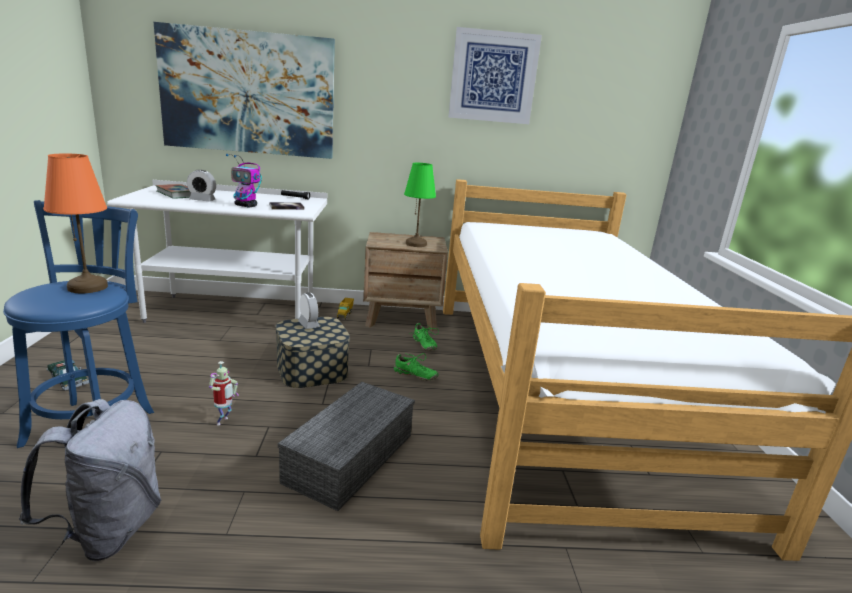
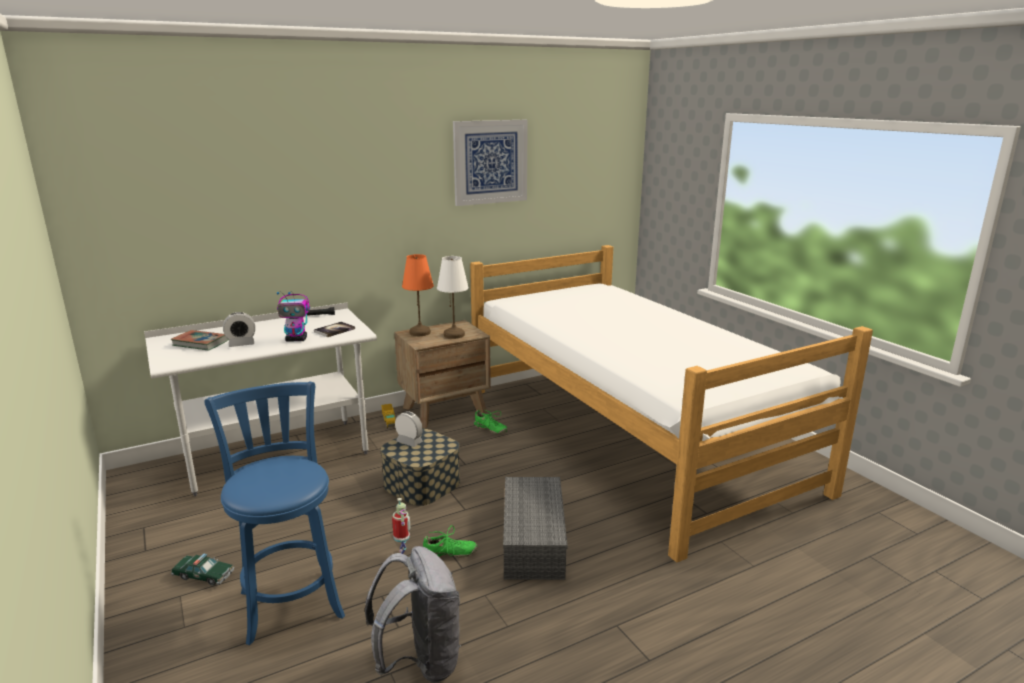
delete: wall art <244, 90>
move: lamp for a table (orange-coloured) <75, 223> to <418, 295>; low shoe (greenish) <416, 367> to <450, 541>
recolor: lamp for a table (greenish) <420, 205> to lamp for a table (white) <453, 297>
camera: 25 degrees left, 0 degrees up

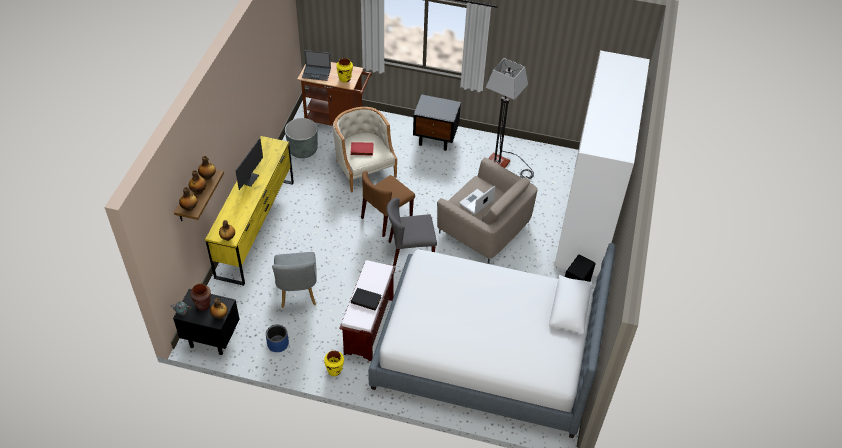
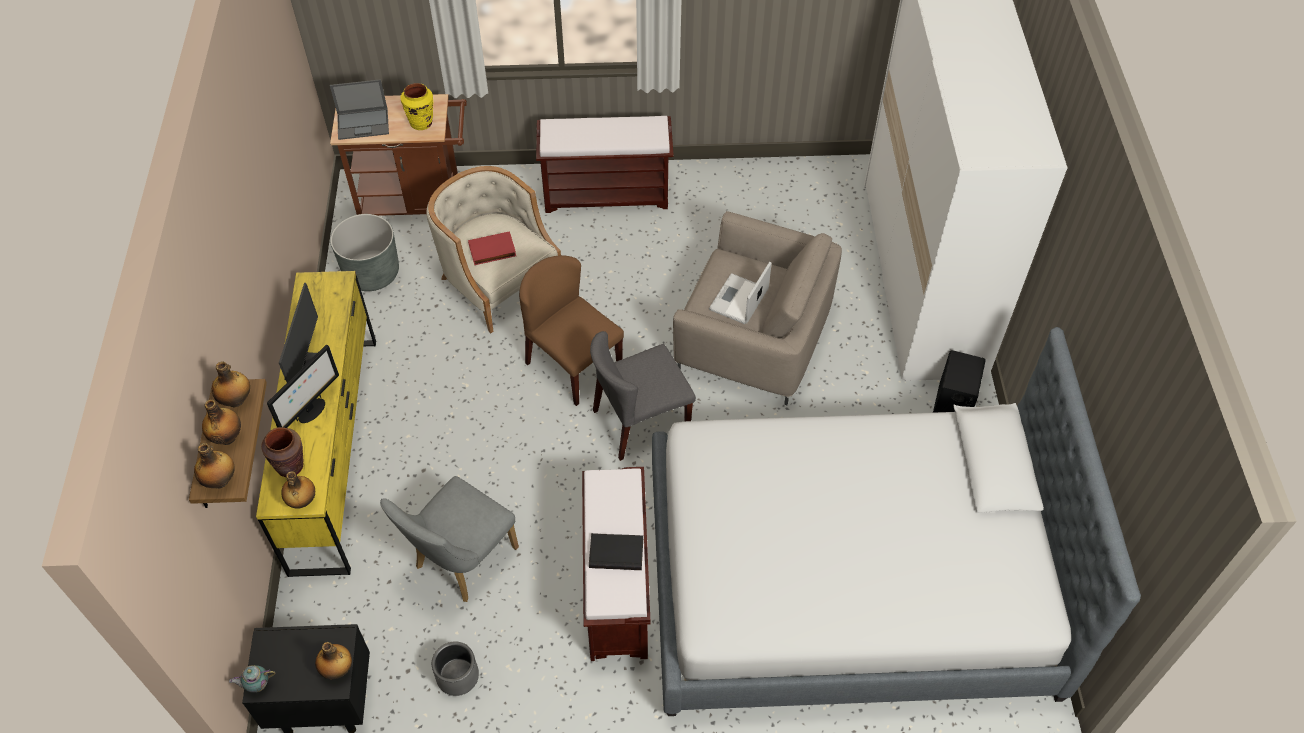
delete: flower vase (yellowish) <334, 363>; standard lamp <510, 118>
insert: monitor <303, 386>
move: flower vase (brownish) <200, 297> to <282, 452>
replace: nightstand (black-coloured) <437, 122> to bench (brownish) <605, 164>
recolor: planter (blue-coloured) <277, 338> to planter (gray) <455, 668>
rotate: chair (gray) <294, 280> = <449, 539> 60 degrees clockwise; chair (brownish) <388, 204> = <571, 330> 105 degrees clockwise
camera: 15 degrees left, 5 degrees up

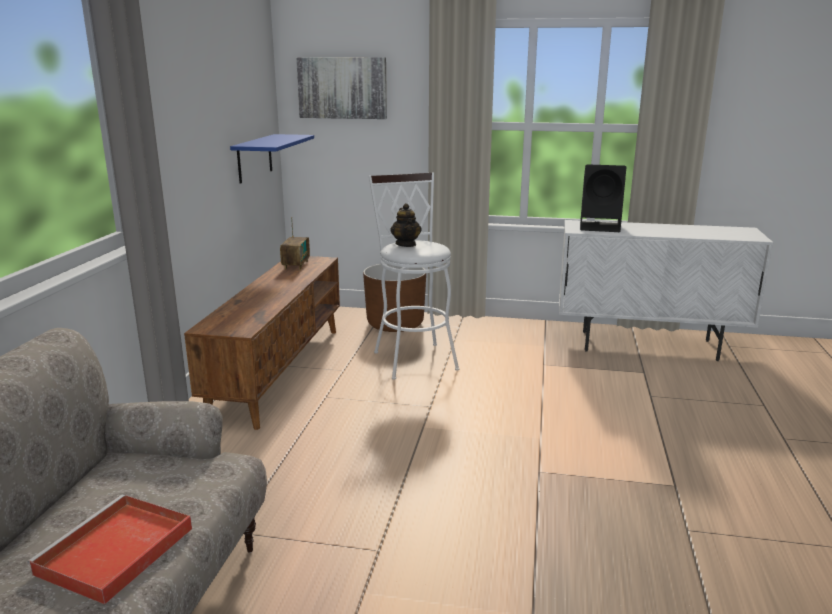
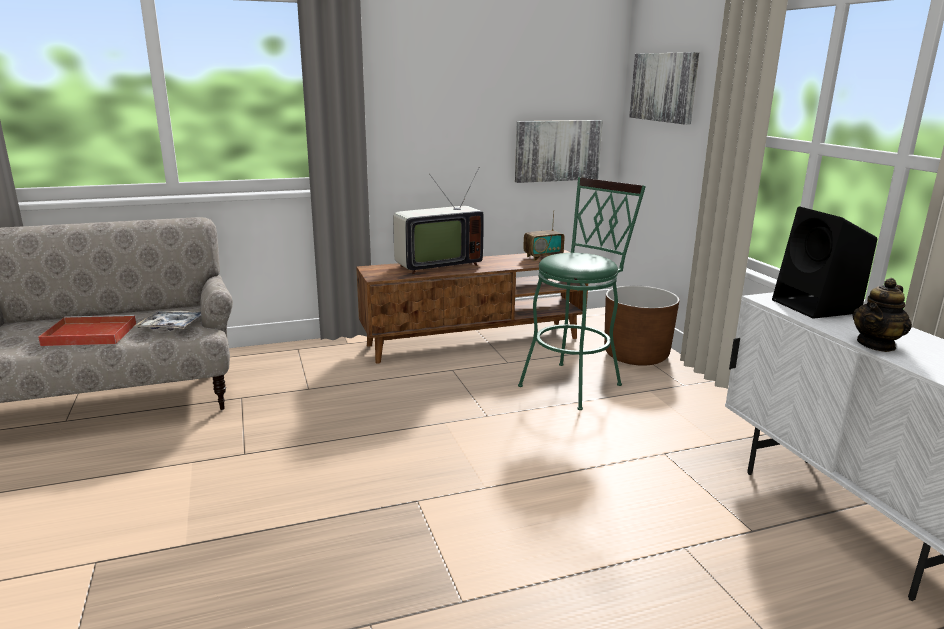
insert: tray <167, 321>; TV <438, 221>
move: teapot <406, 225> to <882, 315>
replace: bracket shelf (blue-coloured) <272, 159> to wall art <559, 151>
recolor: sitting stool (white) <414, 276> to sitting stool (greenish) <582, 293>
camera: 60 degrees right, 0 degrees up

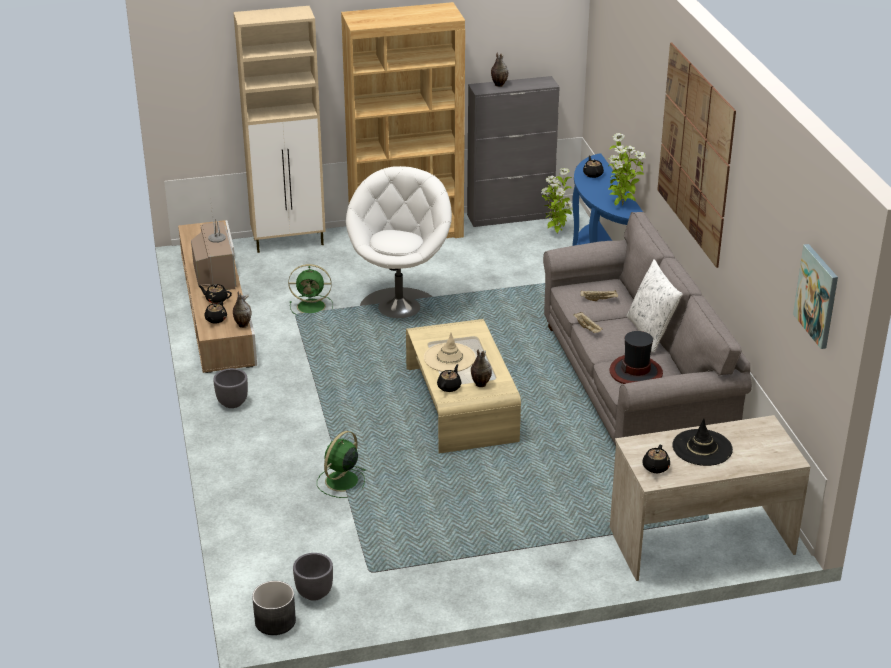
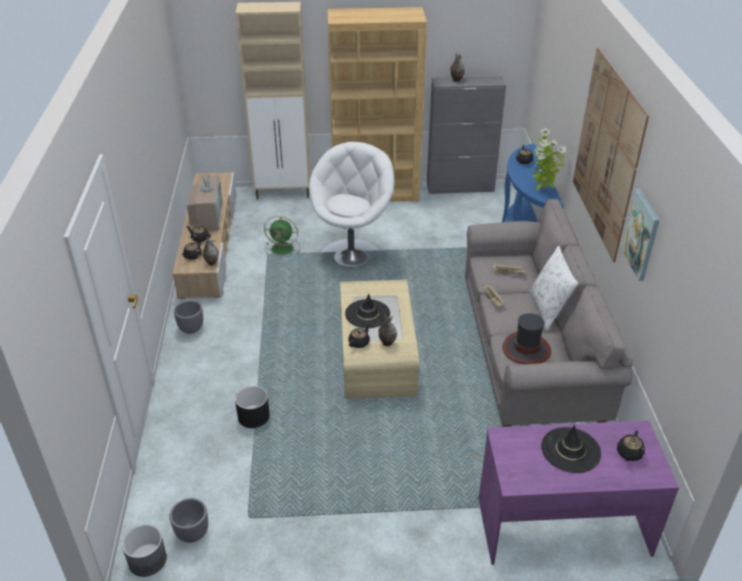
delete: potted plant <557, 201>
move: teapot (black-coloured) <656, 459> to <631, 446>; wall art <815, 296> to <640, 234>
replace: electric fan (greenish) <341, 464> to planter (black-coloured) <252, 407>
recolor: clothing hat (beige-coloured) <450, 352> to clothing hat (black-coloured) <367, 310>; desk table (beige-coloured) <710, 498> to desk table (purple-coloured) <579, 492>
camera: 10 degrees right, 5 degrees up

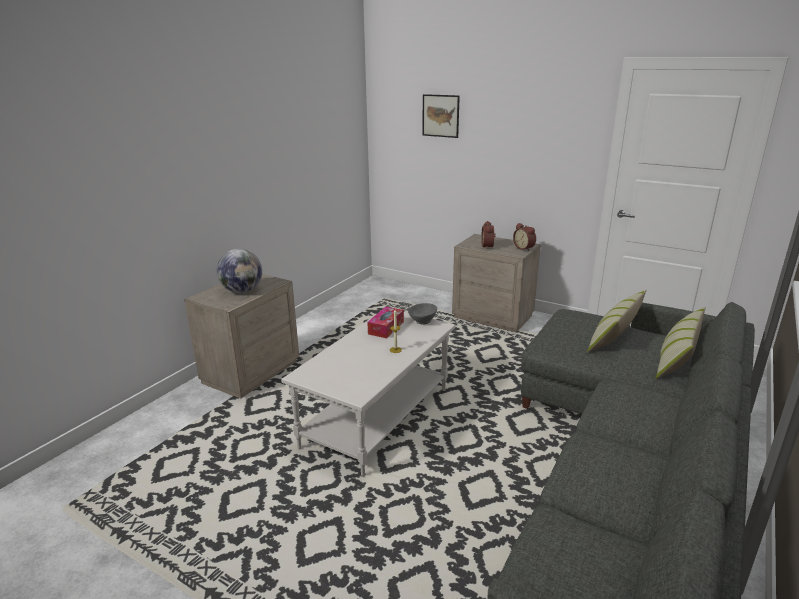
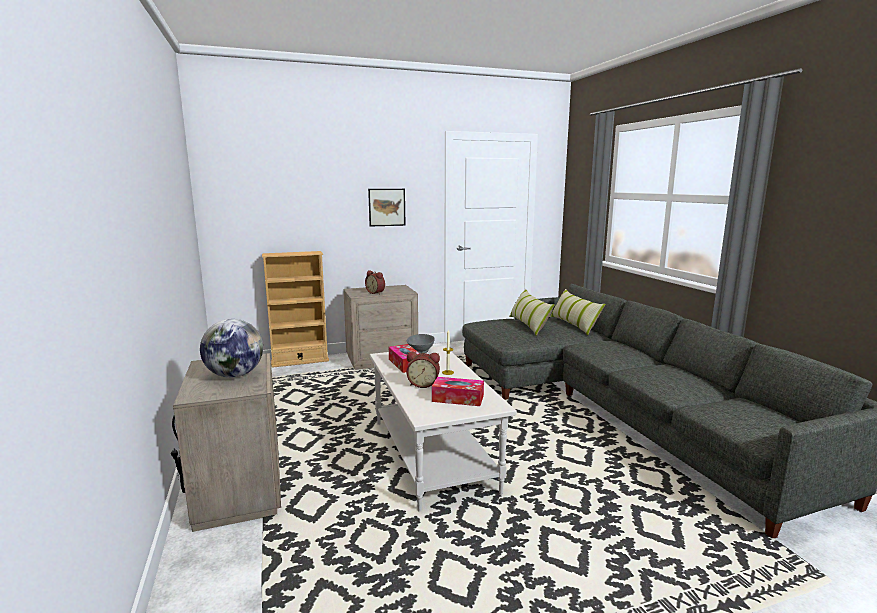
insert: bookcase (beige-coloured) <295, 309>; box of tissues <458, 391>
move: wall art <441, 116> to <386, 208>; table clock <524, 237> to <423, 370>
camera: 50 degrees left, 10 degrees down

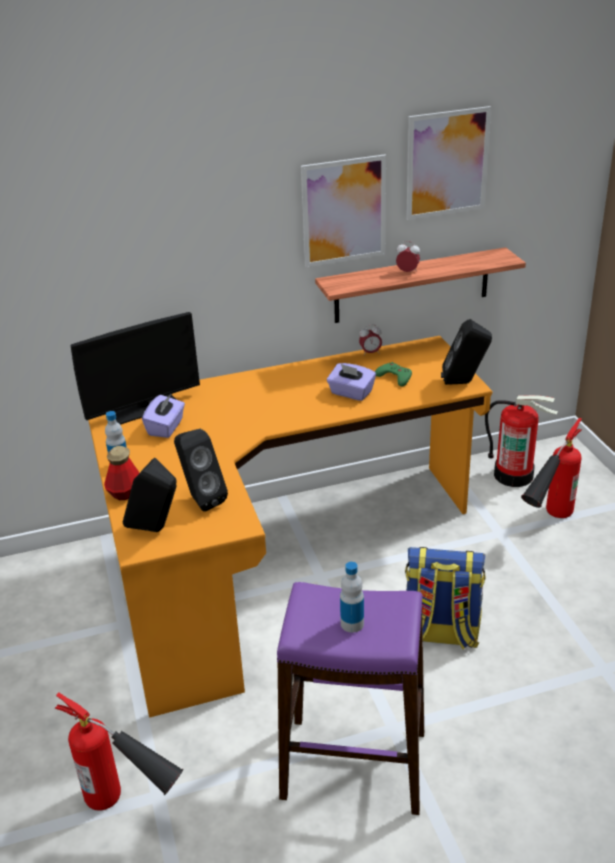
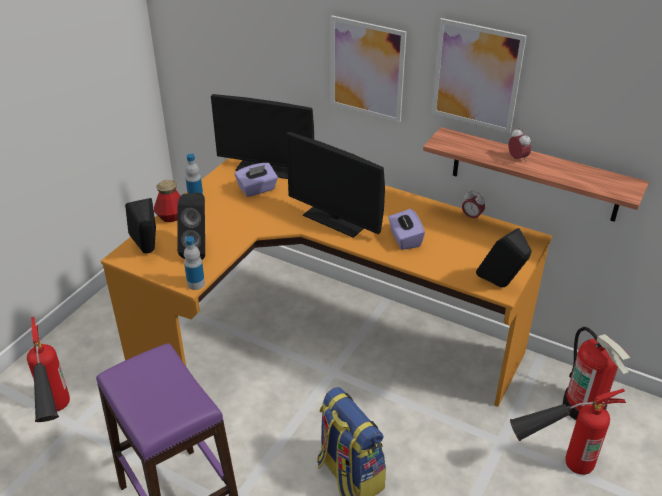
delete: gamepad (greenish) <393, 374>
insert: monitor <335, 185>
move: bottle <352, 597> to <194, 263>; wall art <448, 163> to <369, 69>
camera: 45 degrees right, 5 degrees up

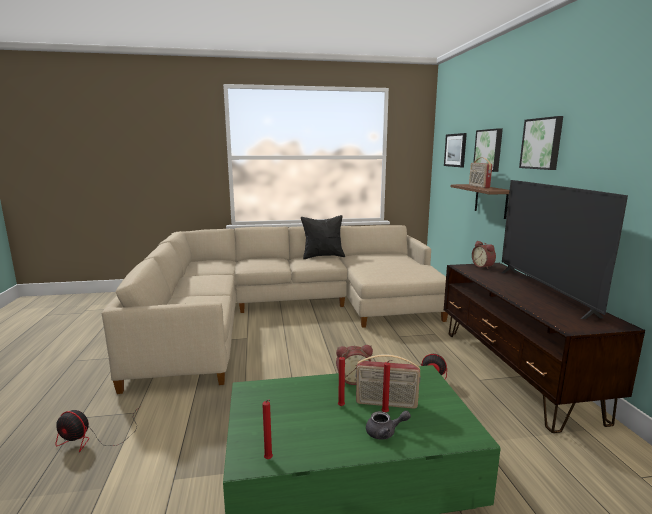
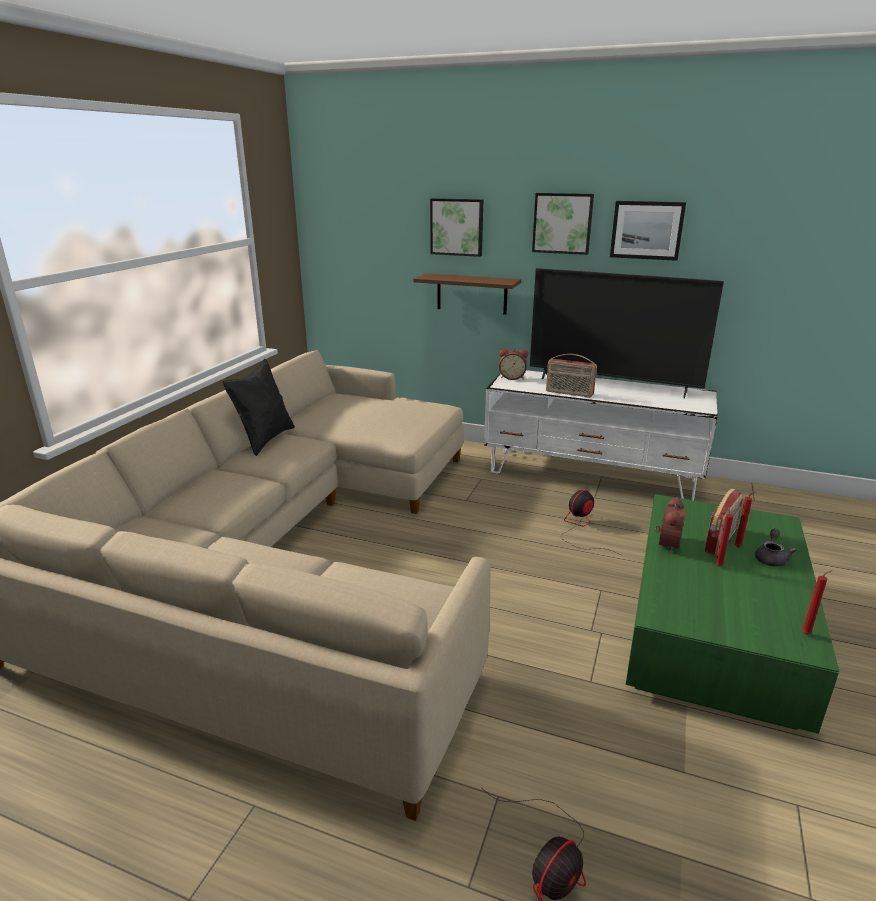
move: wall art <455, 150> to <648, 231>; radio receiver <480, 172> to <571, 375>
recolor: media console (brownish) <544, 348> to media console (white) <600, 435>
camera: 60 degrees left, 10 degrees up

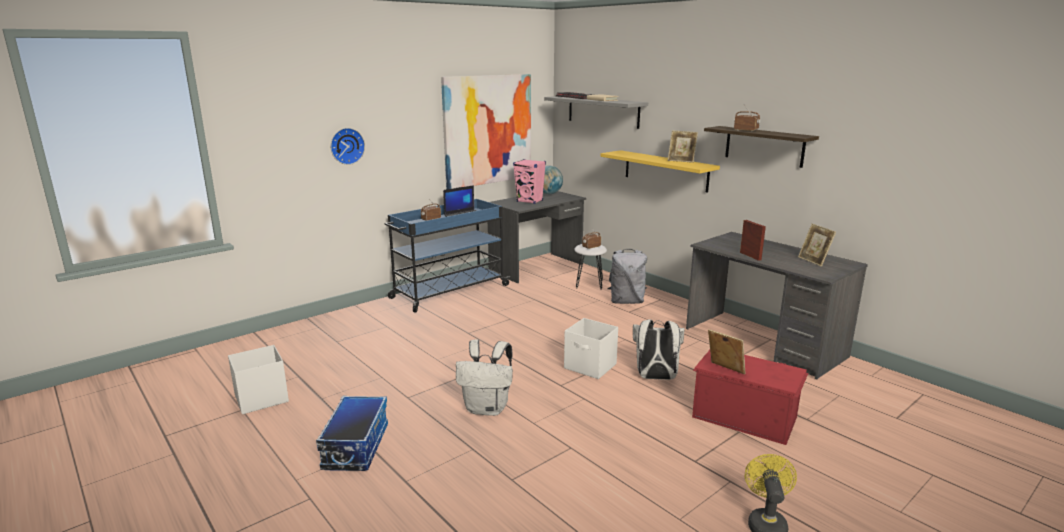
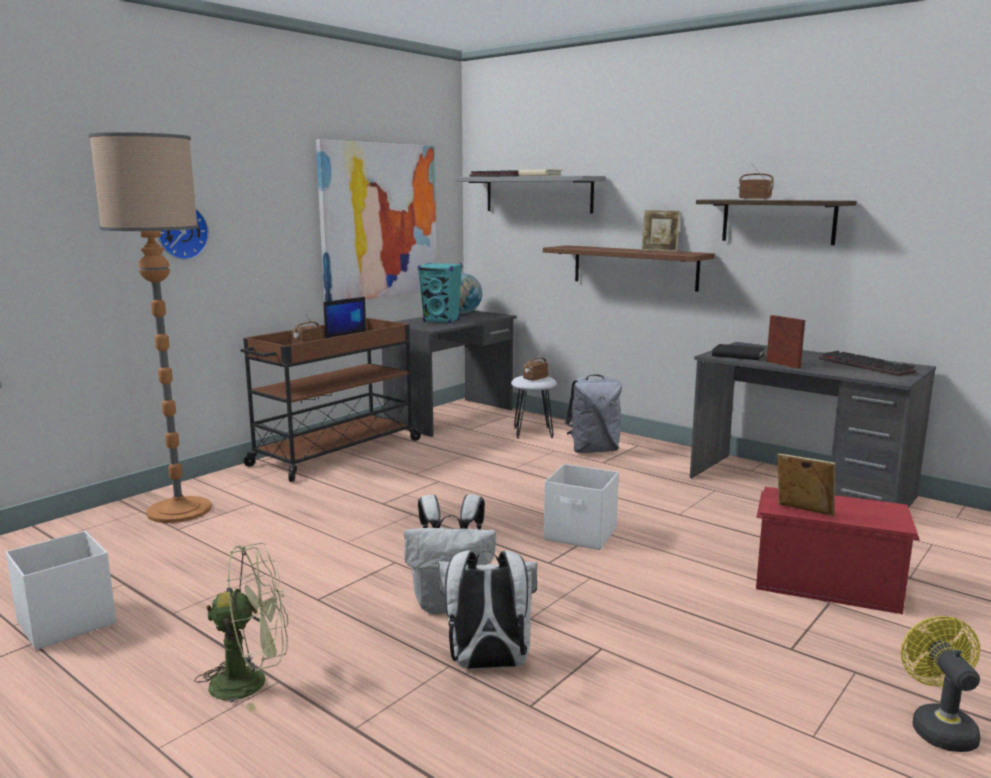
insert: standard lamp <150, 327>; volume (black-coloured) <738, 352>
move: knapsack (white) <659, 349> to <487, 609>
replace: storage bin <352, 433> to electric fan (greenish) <241, 627>; picture frame <817, 245> to PC keyboard <867, 363>
recolor: cart (blue-coloured) <447, 256> to cart (brownish) <331, 400>; loudspeaker (pinkish) <529, 181> to loudspeaker (turquoise) <440, 293>; bracket shelf (yellowish) <660, 171> to bracket shelf (brownish) <629, 268>
camera: 10 degrees left, 5 degrees down

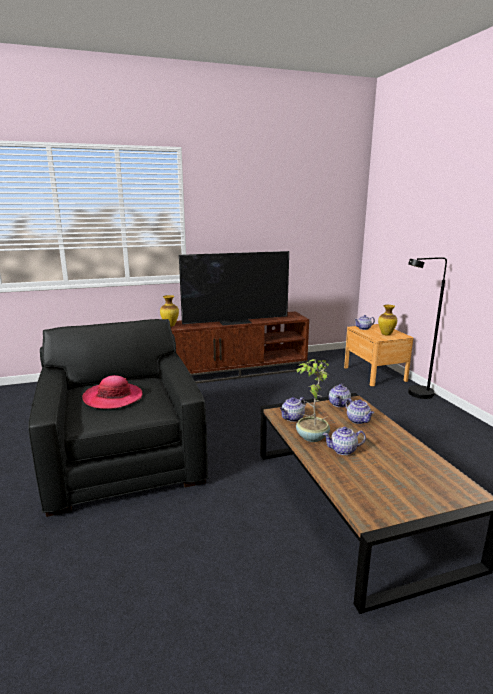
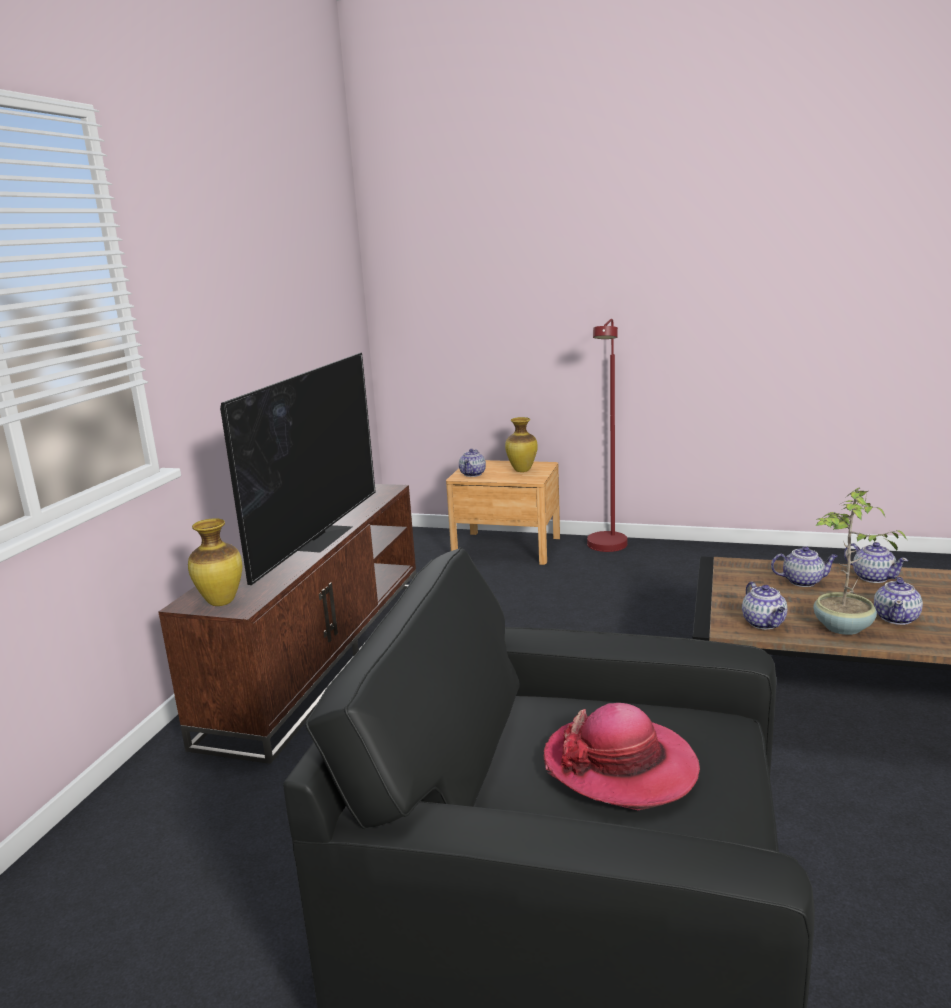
move: teapot <340, 395> to <876, 562>
recolor: standard lamp (black-coloured) <427, 328> to standard lamp (red) <607, 435>
camera: 55 degrees left, 0 degrees up

